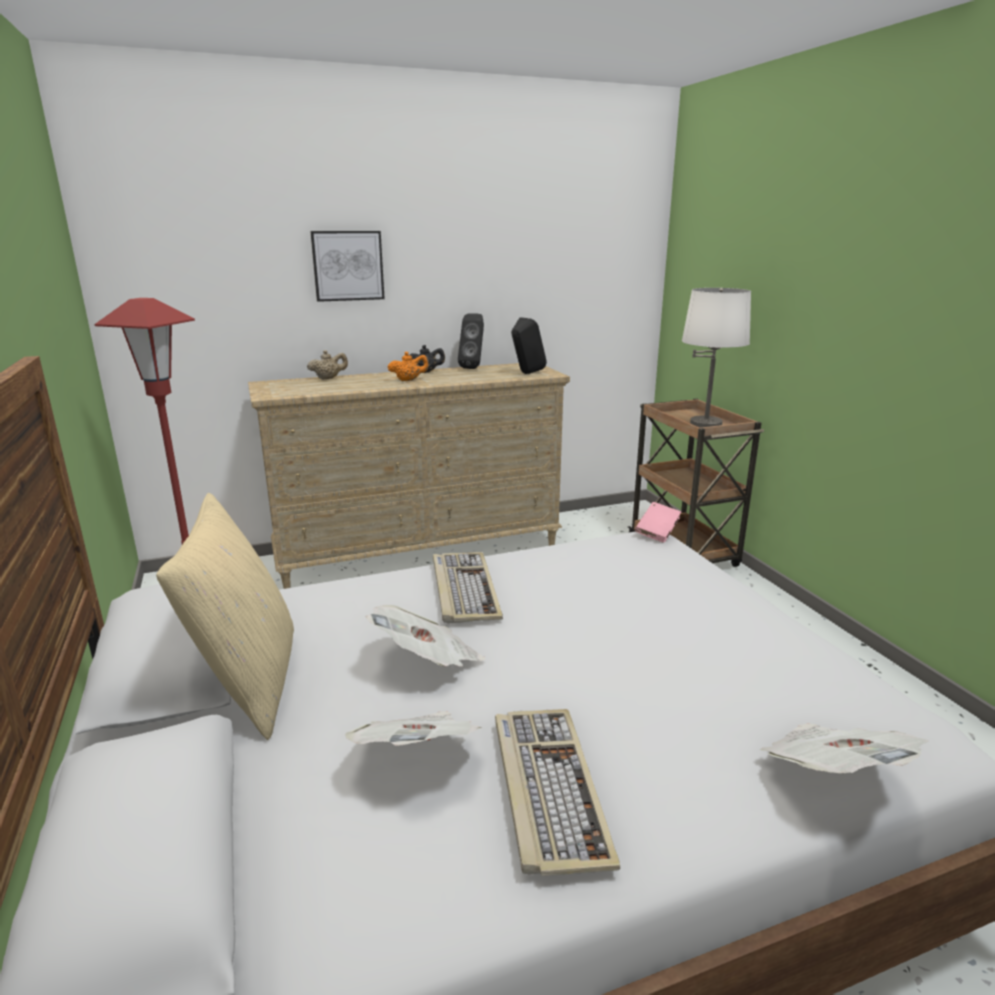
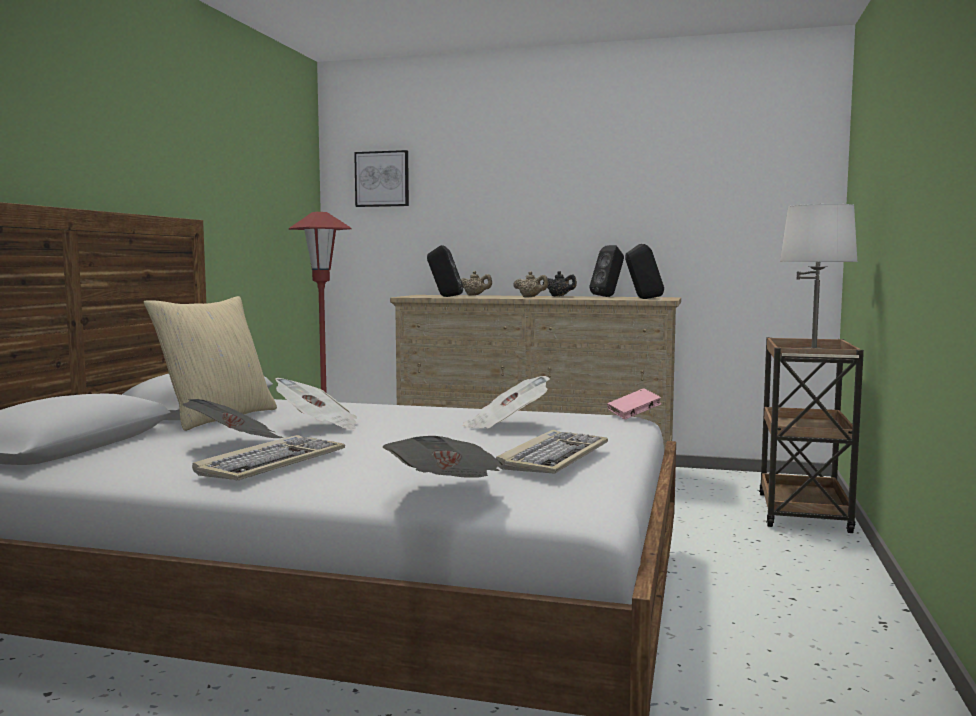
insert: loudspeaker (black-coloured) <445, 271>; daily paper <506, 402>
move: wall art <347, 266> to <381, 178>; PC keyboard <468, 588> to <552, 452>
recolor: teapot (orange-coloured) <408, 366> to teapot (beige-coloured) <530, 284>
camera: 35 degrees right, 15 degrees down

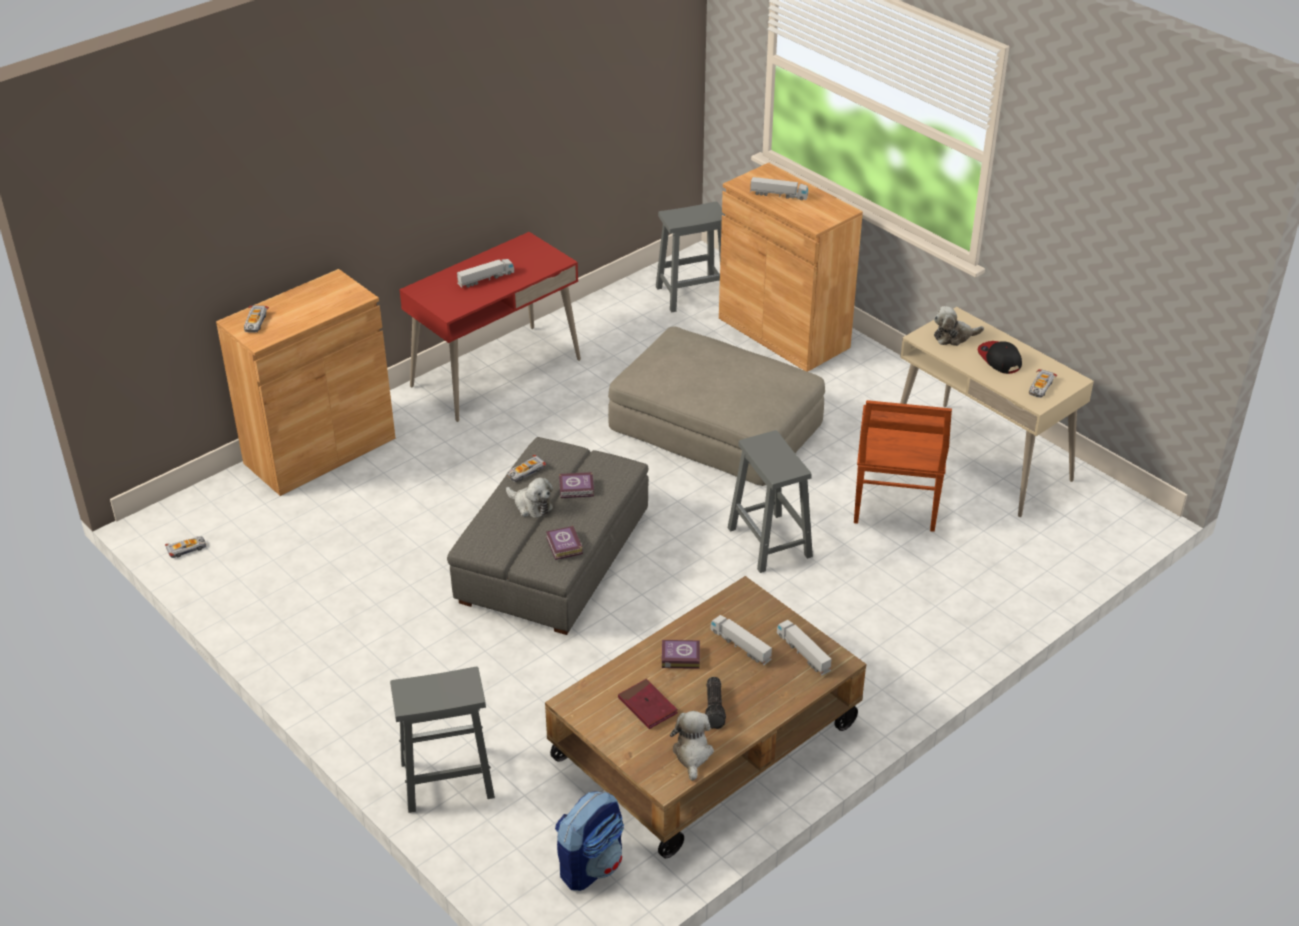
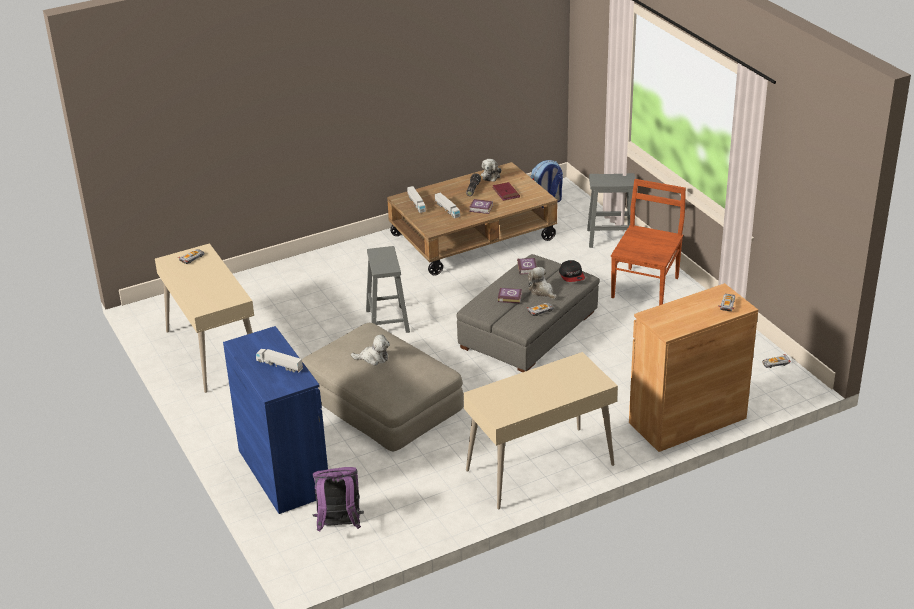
delete: toy truck <485, 273>
move: chair (brownish) <903, 466> to <648, 242>; soft toy <959, 326> to <370, 350>; baseball cap <999, 357> to <572, 271>
replace: sitting stool (gray) <690, 256> to knapsack (purple-coloured) <338, 499>
recolor: desk table (red) <490, 327> to desk table (beige-coloured) <540, 430>; storage cabinet (brownish) <791, 267> to storage cabinet (blue-coloured) <275, 420>
camera: 165 degrees left, 5 degrees down

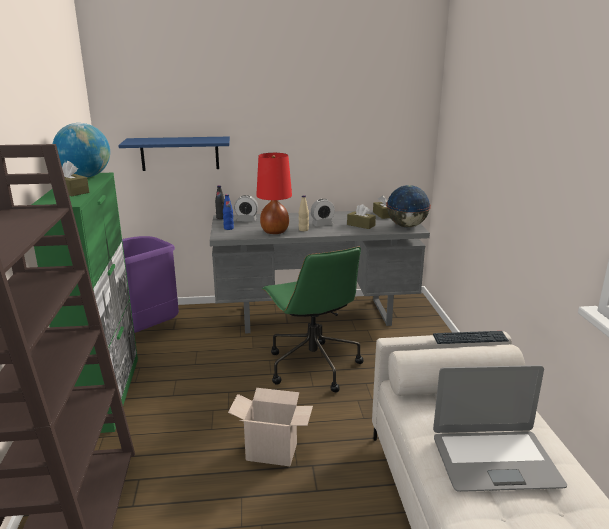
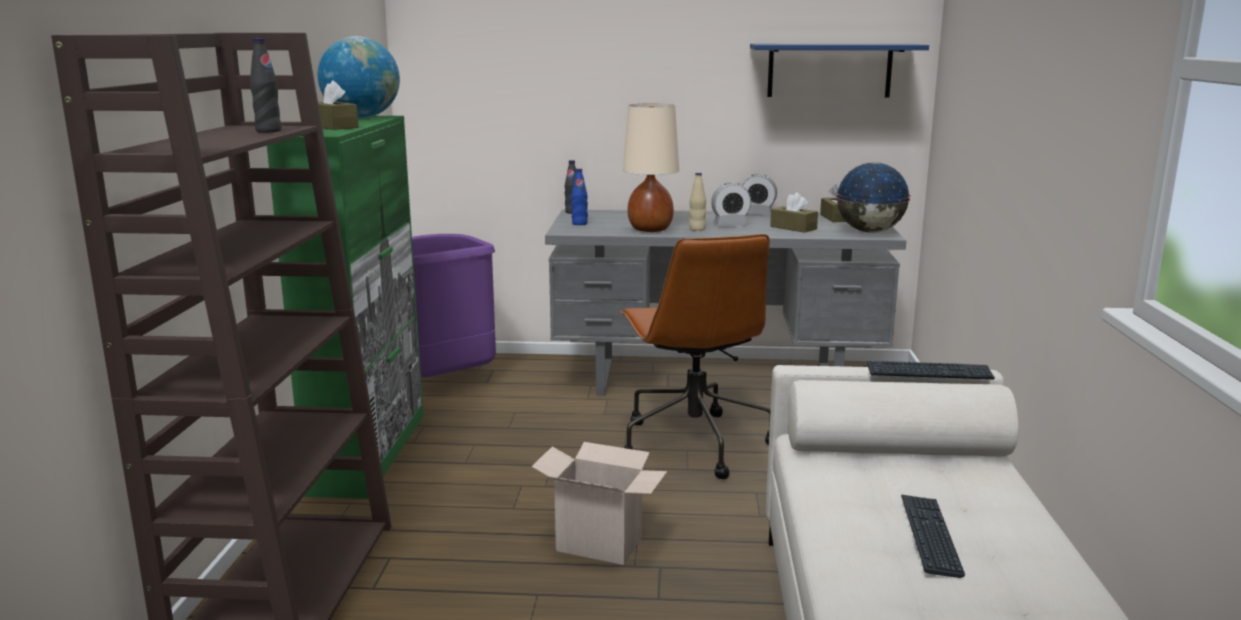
insert: bottle (black-coloured) <266, 85>
move: bracket shelf (blue-coloured) <174, 154> to <839, 71>; table clock <246, 208> to <759, 194>
replace: portable computer <500, 428> to PC keyboard <933, 536>
recolor: lamp for a table (red) <274, 193> to lamp for a table (beige-coloured) <651, 167>; desk chair (greenish) <312, 320> to desk chair (brownish) <695, 356>
camera: 10 degrees right, 5 degrees down

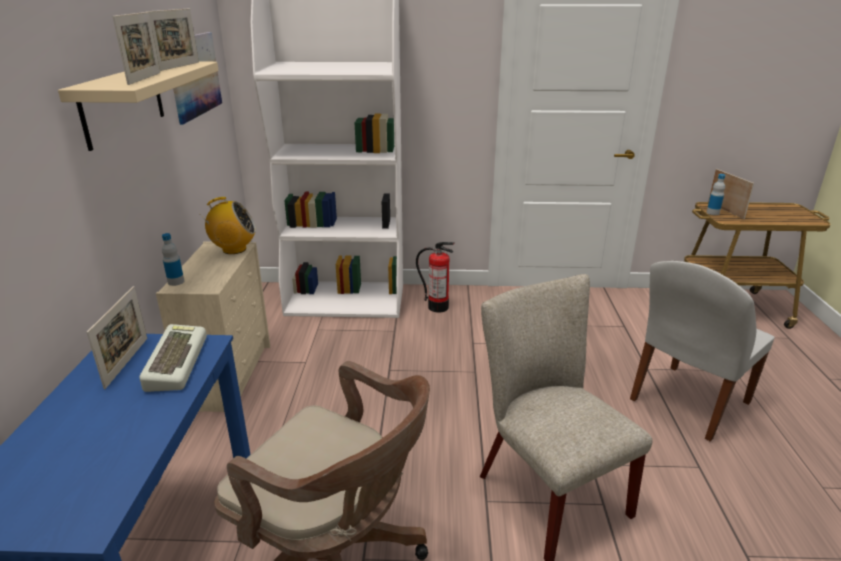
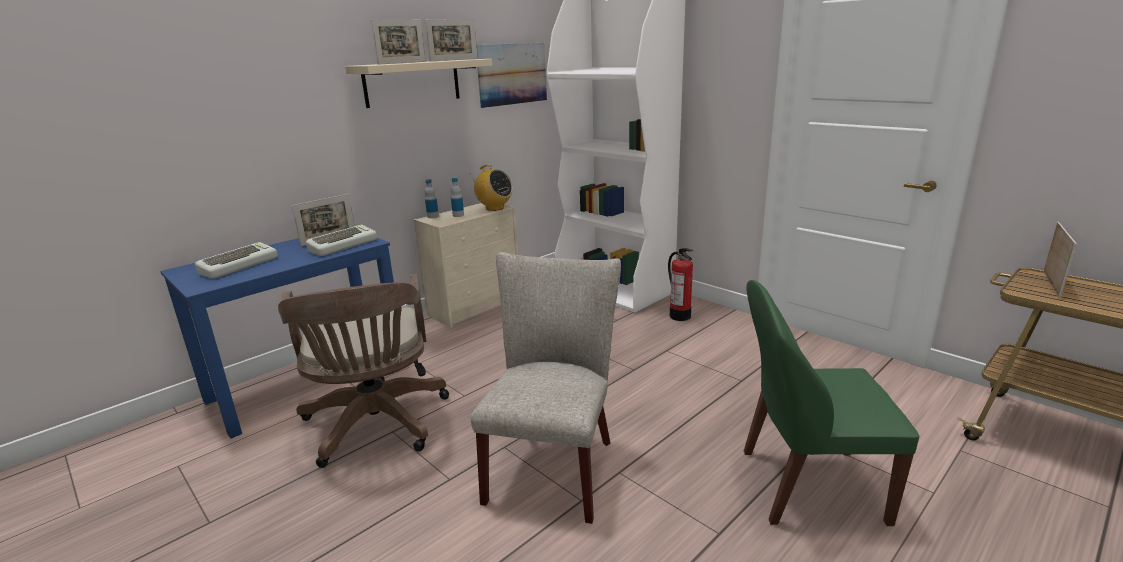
insert: PC keyboard <236, 260>
move: bottle <715, 194> to <457, 197>
recolor: chair (white) <702, 351> to chair (greenish) <831, 403>
camera: 45 degrees right, 5 degrees down

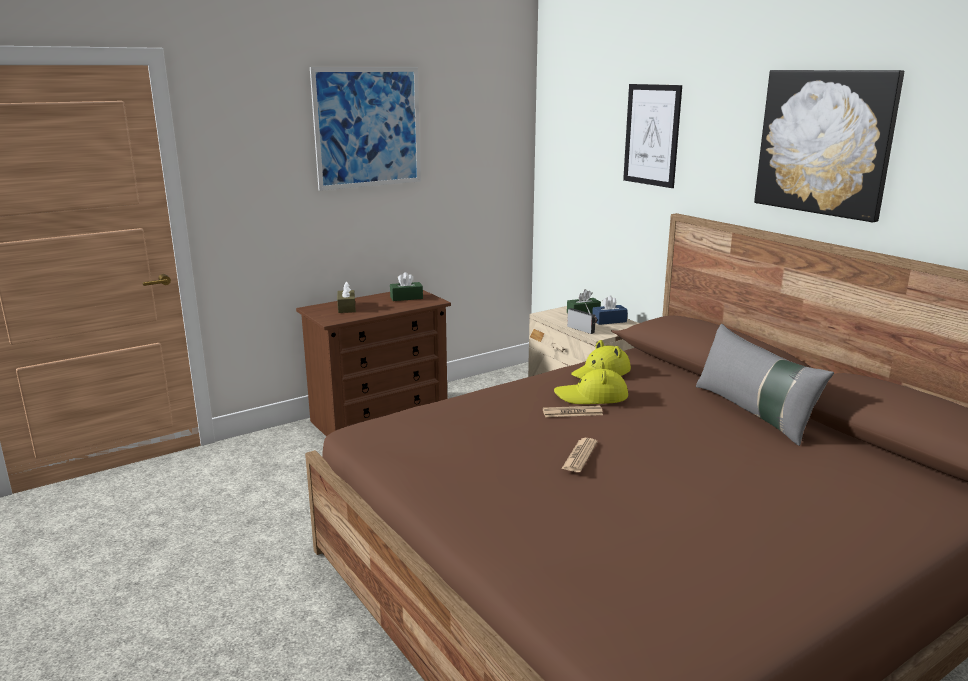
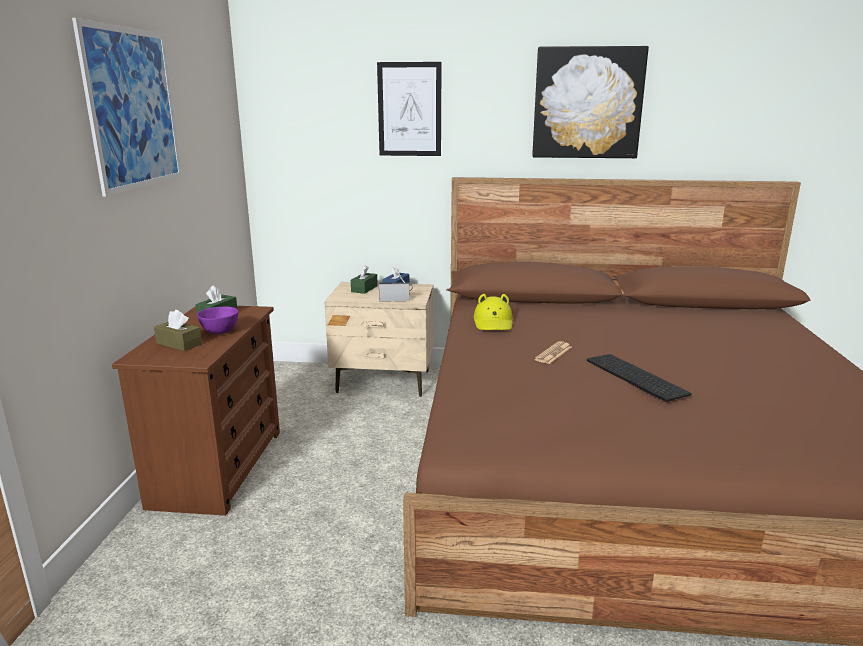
delete: clothing hat (yellowish) <591, 383>; throw pillow (gray) <765, 385>
insert: bowl (purple-coloured) <217, 320>
replace: daily paper <579, 455> to PC keyboard <639, 378>
camera: 50 degrees left, 0 degrees up

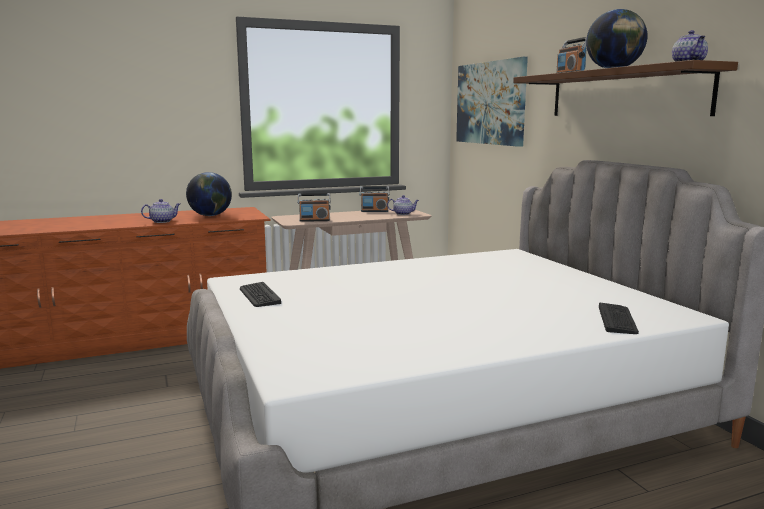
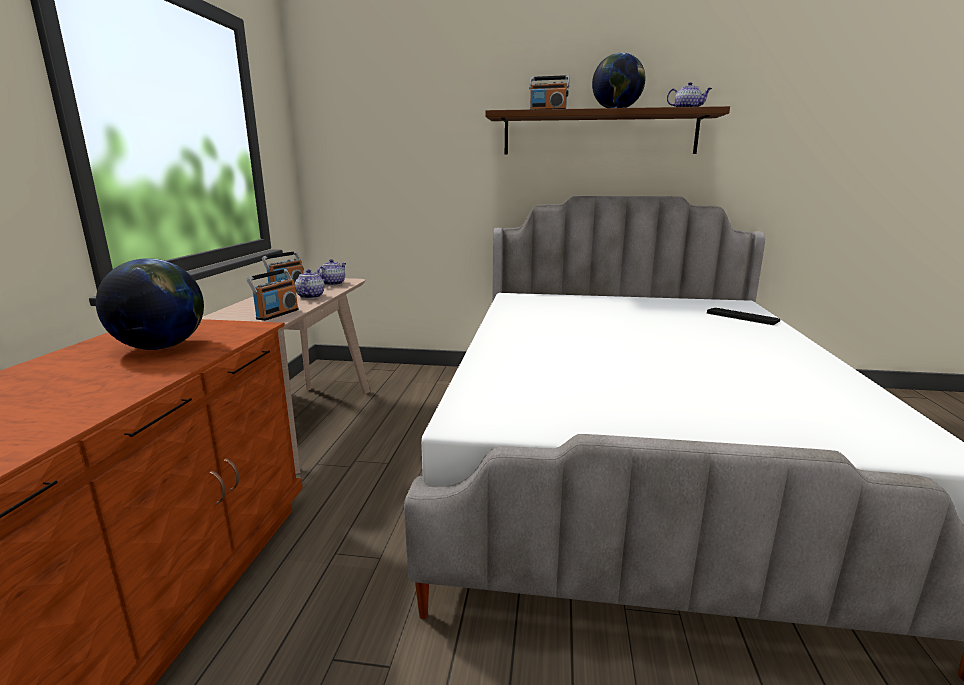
delete: PC keyboard <260, 294>; wall art <492, 102>
move: teapot <160, 211> to <309, 284>
camera: 60 degrees left, 5 degrees up

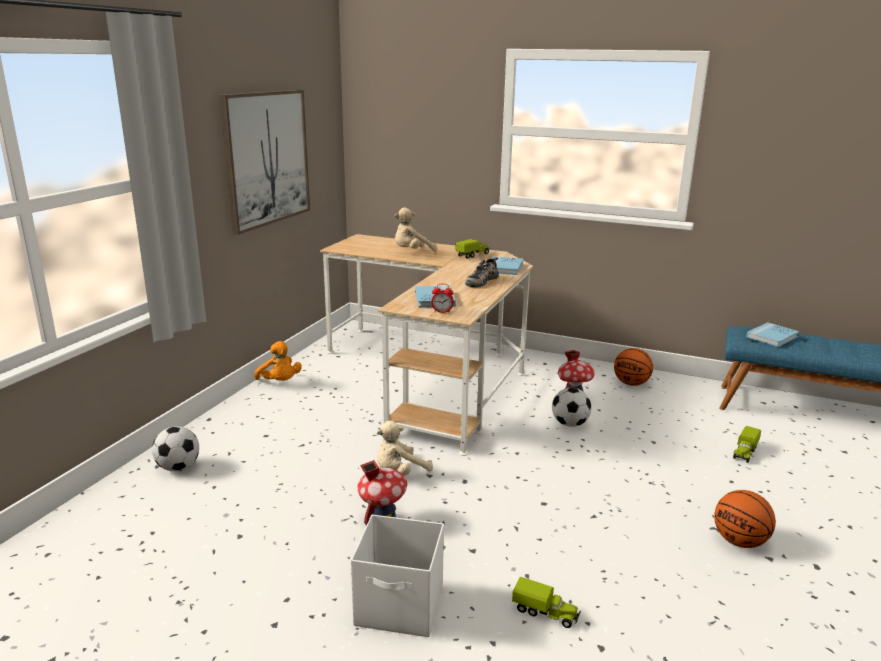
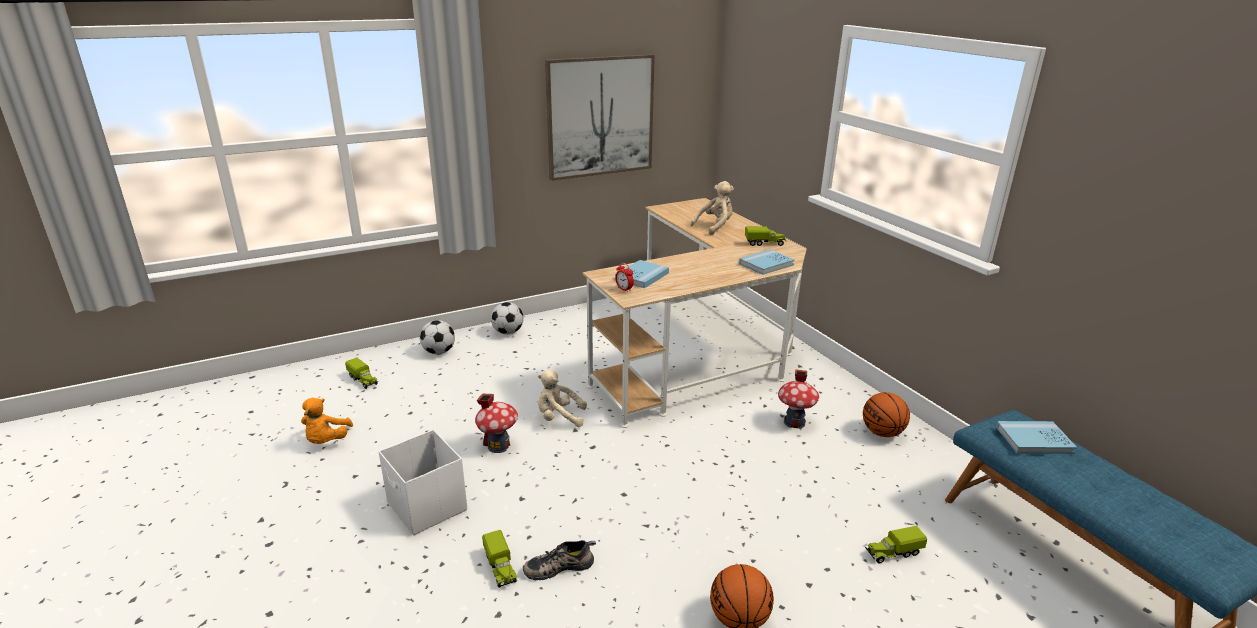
insert: toy truck <361, 373>
move: soft toy (orange-coloured) <278, 361> to <327, 420>; low shoe <482, 272> to <559, 560>; football ball <571, 407> to <507, 318>
rotate: soft toy (beige-coloured) <416, 230> = <712, 208> 135 degrees clockwise
camera: 40 degrees right, 5 degrees up

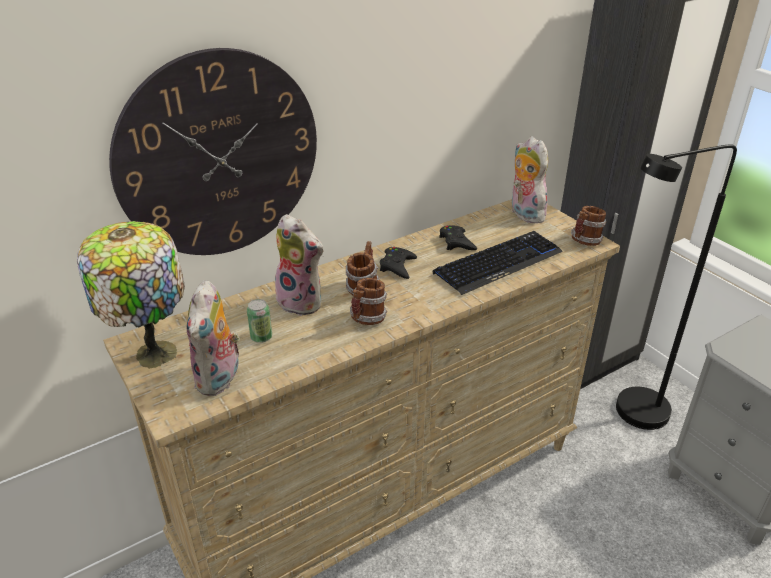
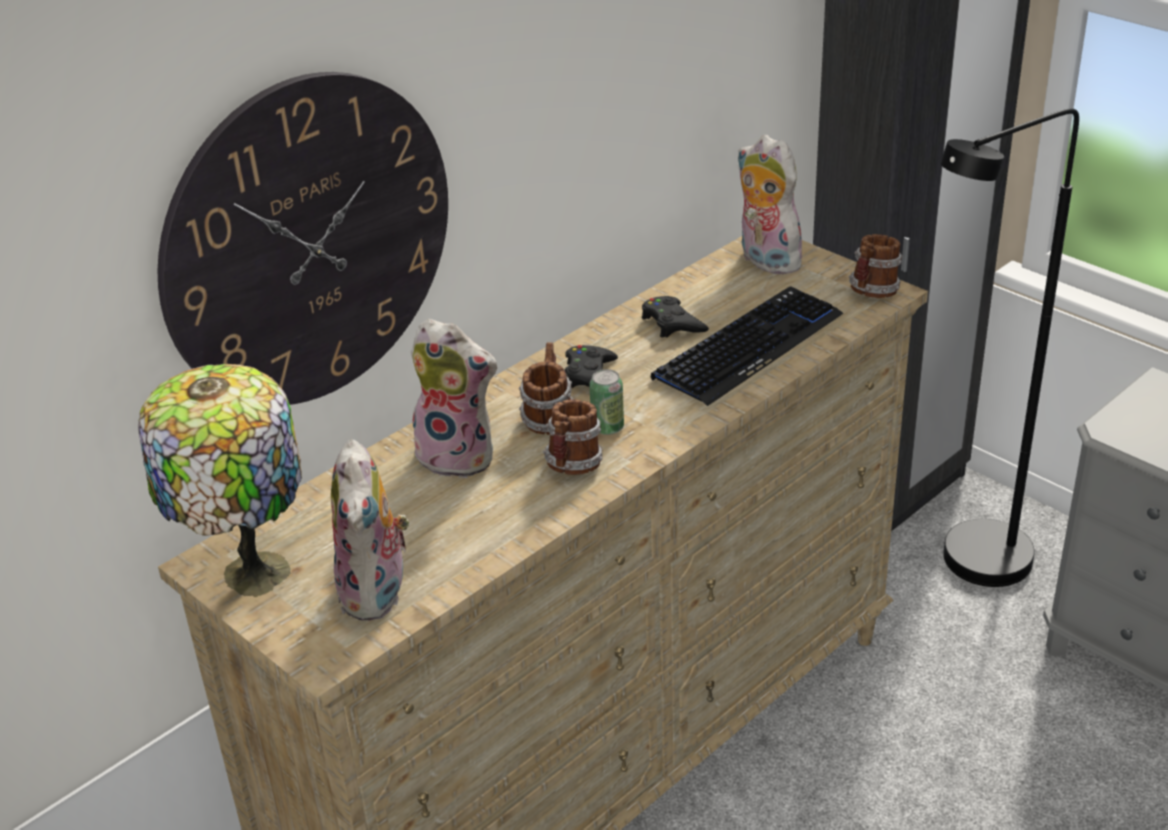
move: sealed can <259, 321> to <606, 402>
camera: 10 degrees left, 0 degrees up

